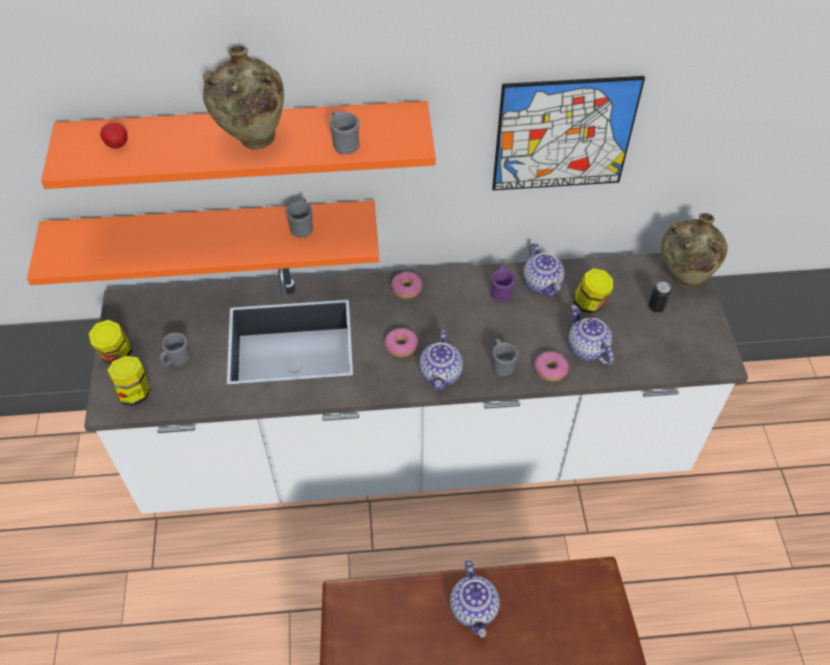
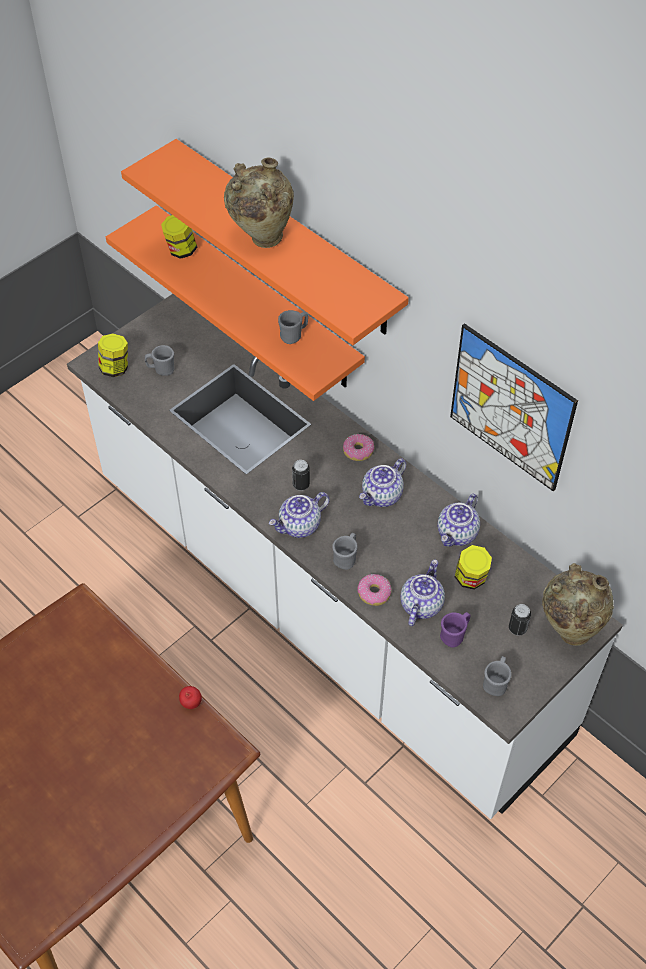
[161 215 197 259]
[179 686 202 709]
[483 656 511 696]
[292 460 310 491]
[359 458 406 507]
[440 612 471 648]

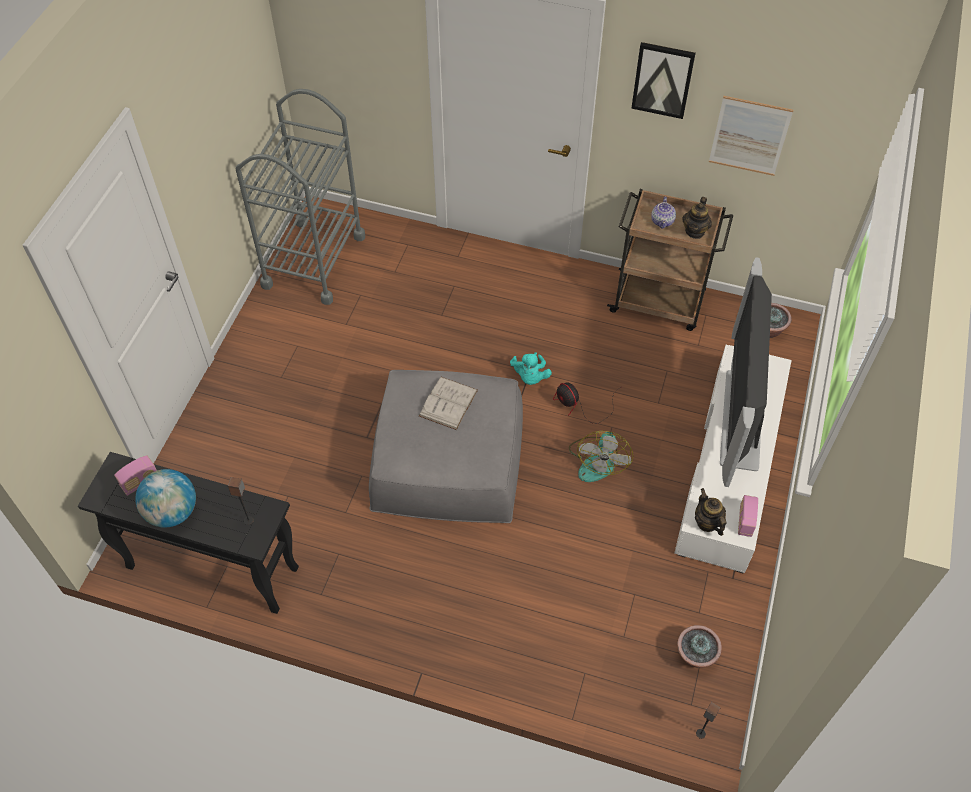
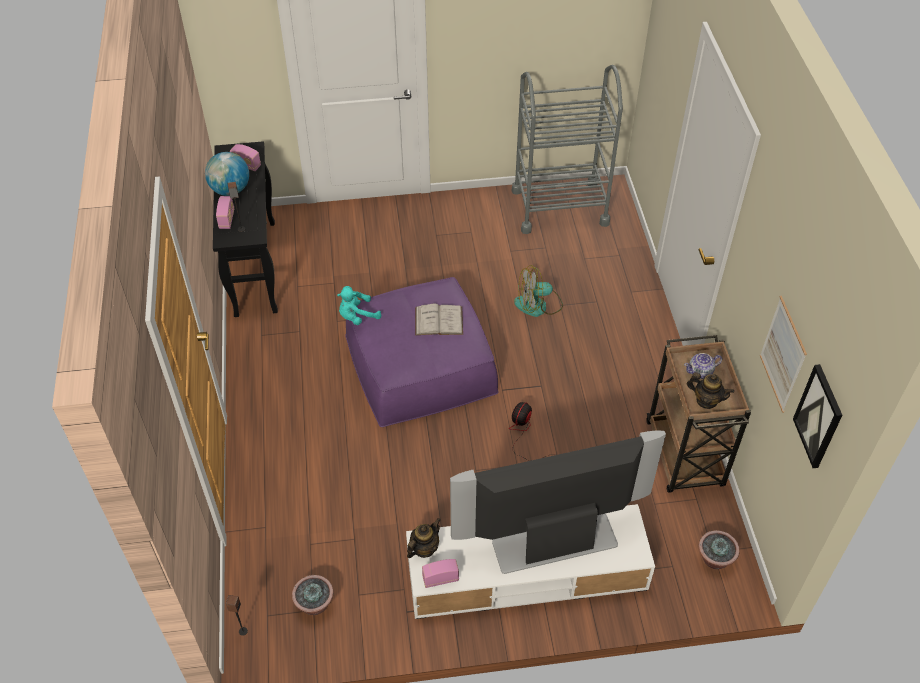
[345 277 499 427]
[337 286 381 325]
[514 265 563 317]
[793 364 842 468]
[687 372 734 409]
[216 196 234 229]

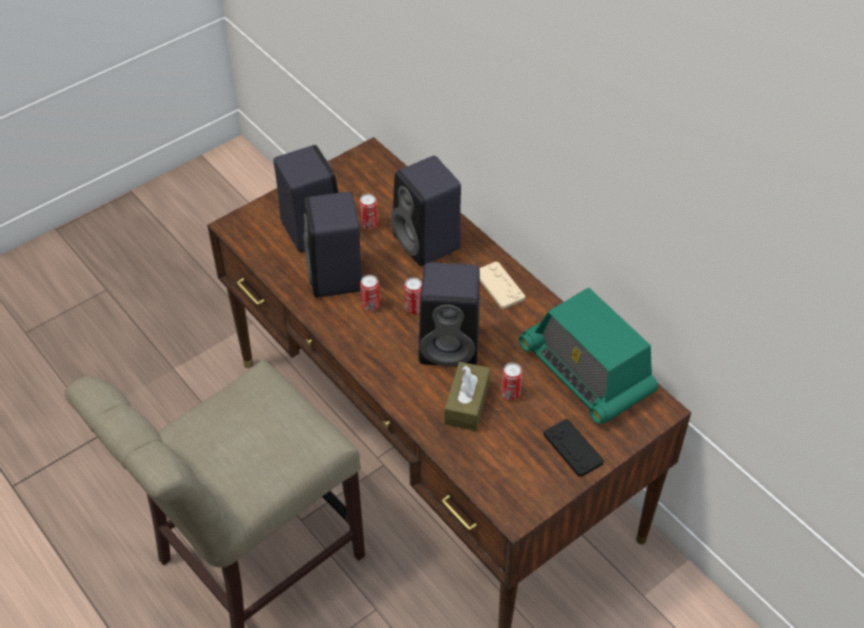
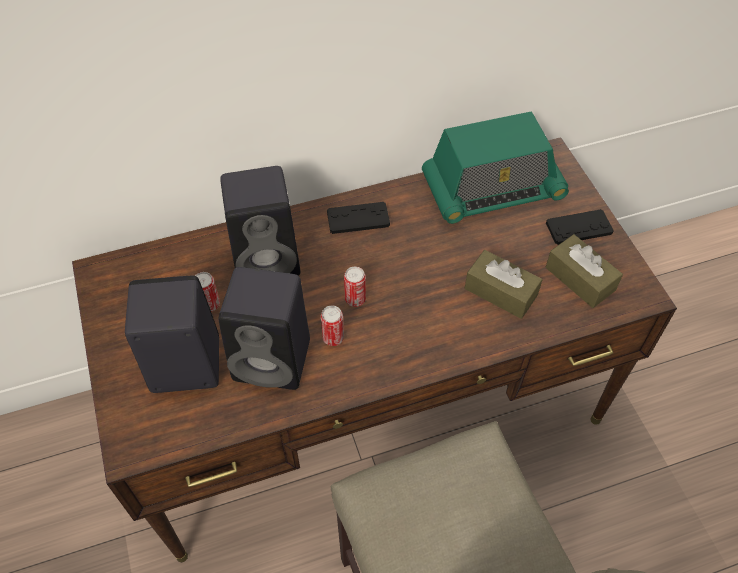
[419 262 480 366] (first image)
[327 202 390 234]
[501 363 522 400] (first image)
[546 234 623 308]

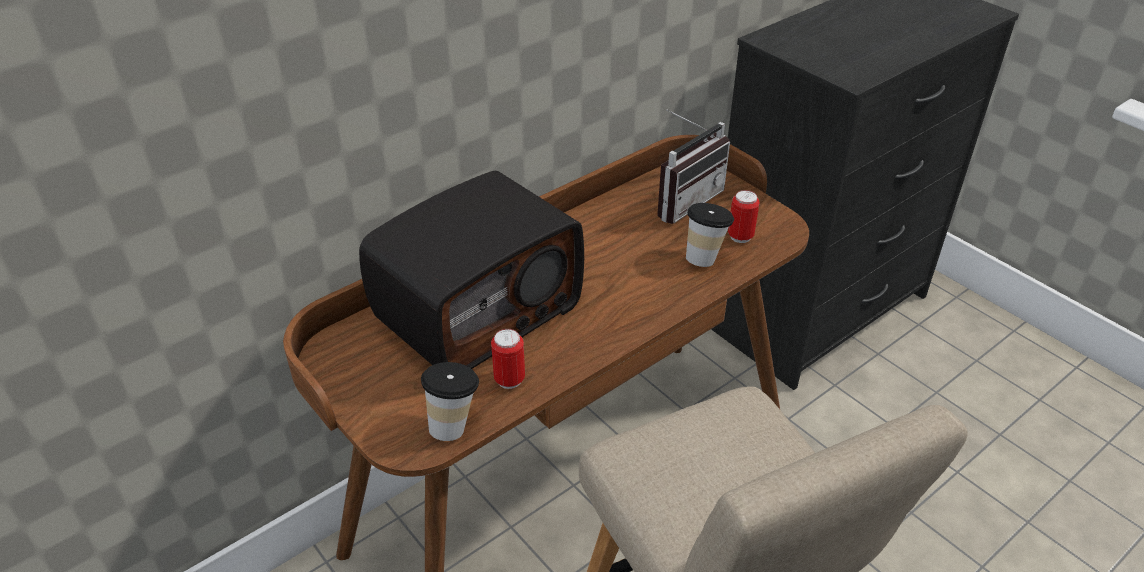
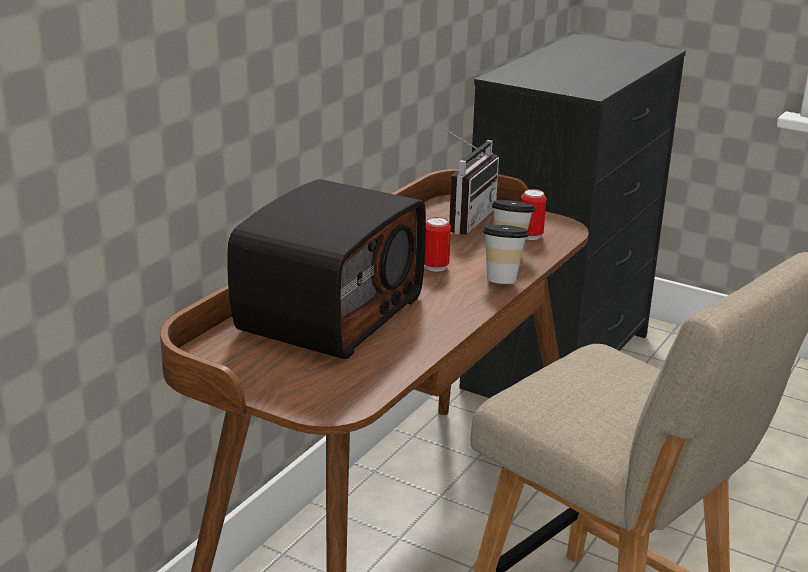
[483 225 529 284]
[424 217 451 272]

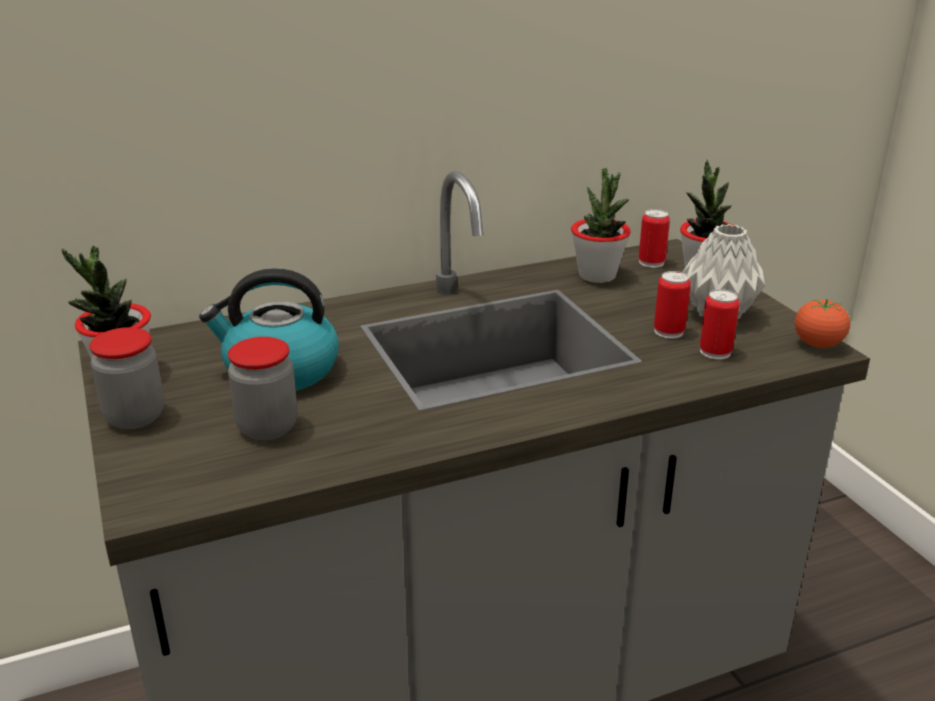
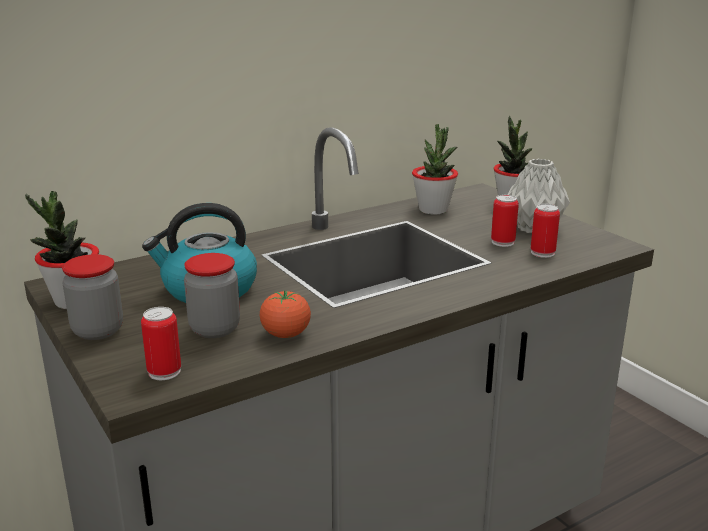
[141 307 181 380]
[260 290 311 338]

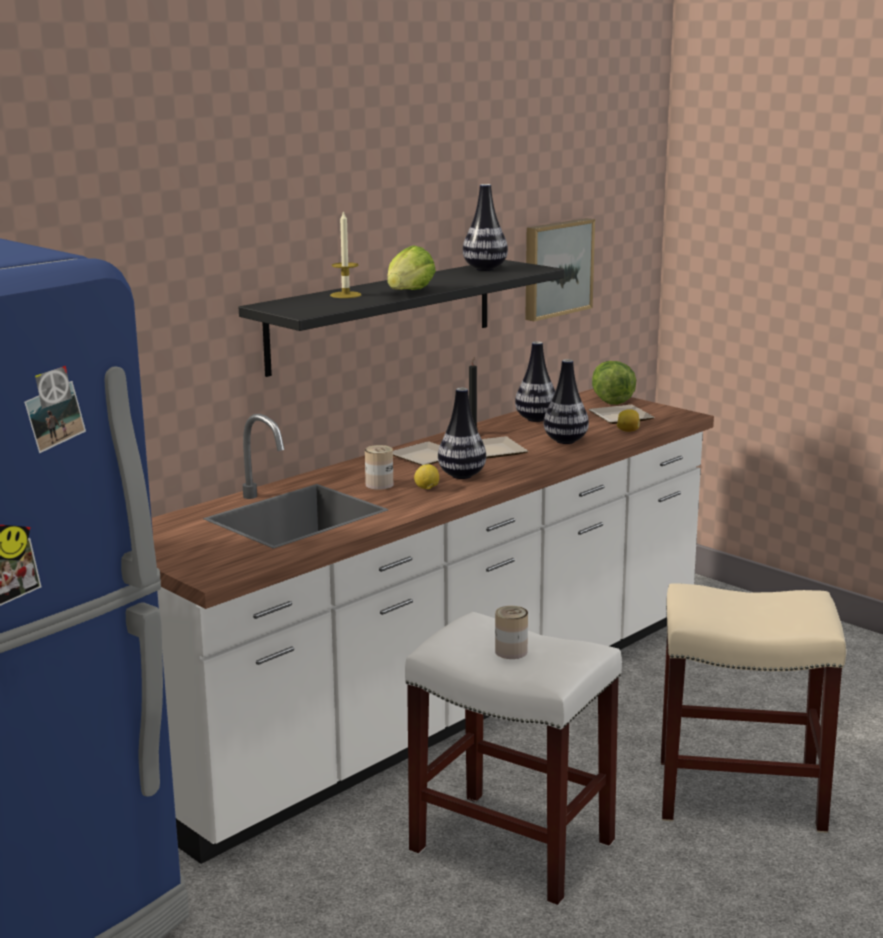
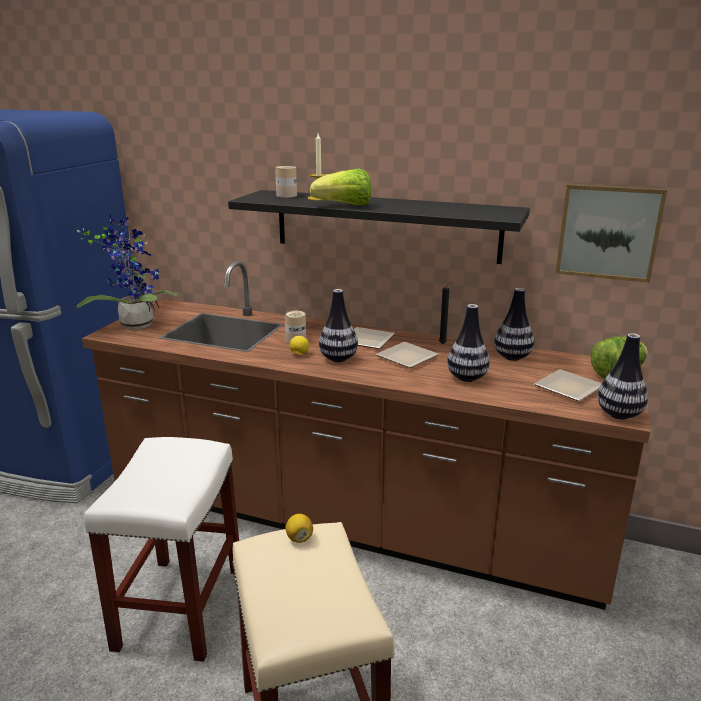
[82 261 650 610]
[597 333 648 419]
[275 166 297 198]
[286 514 313 543]
[77 213 179 330]

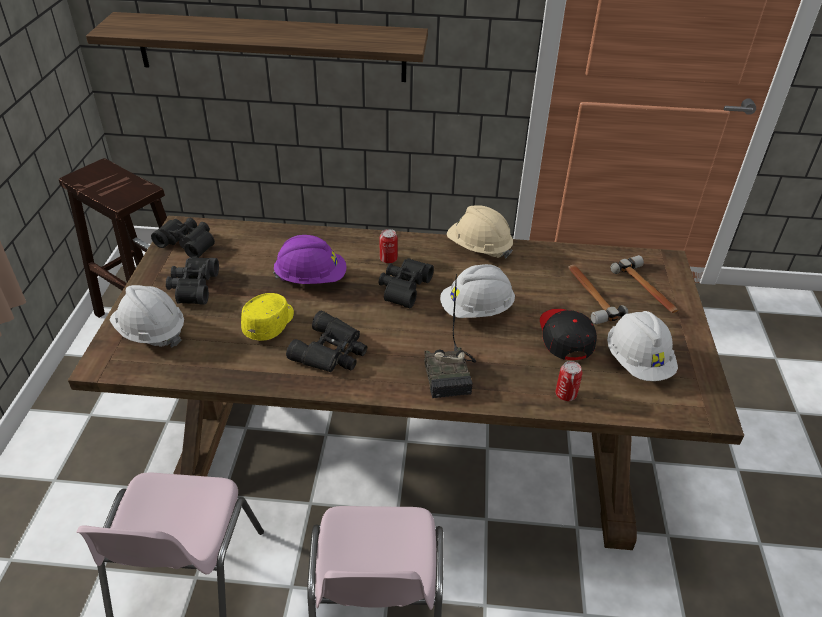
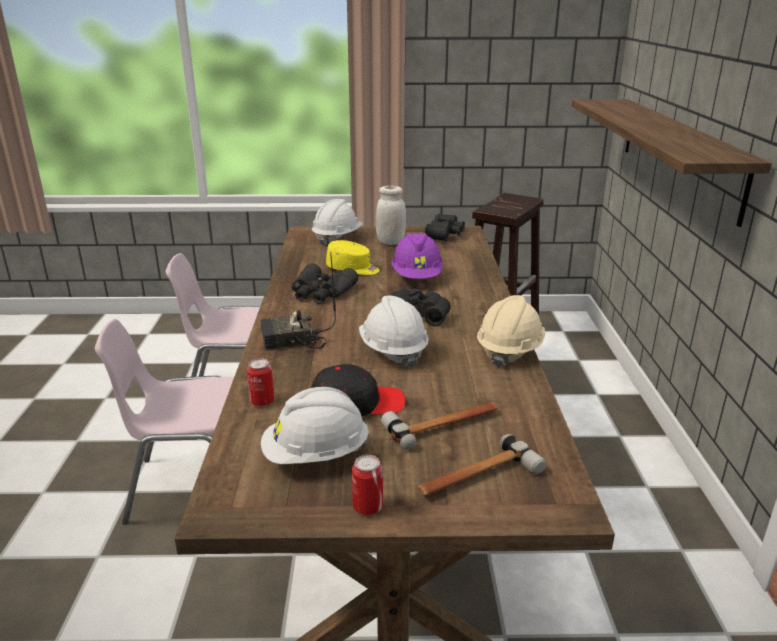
[376 186 406 245]
[352 455 383 515]

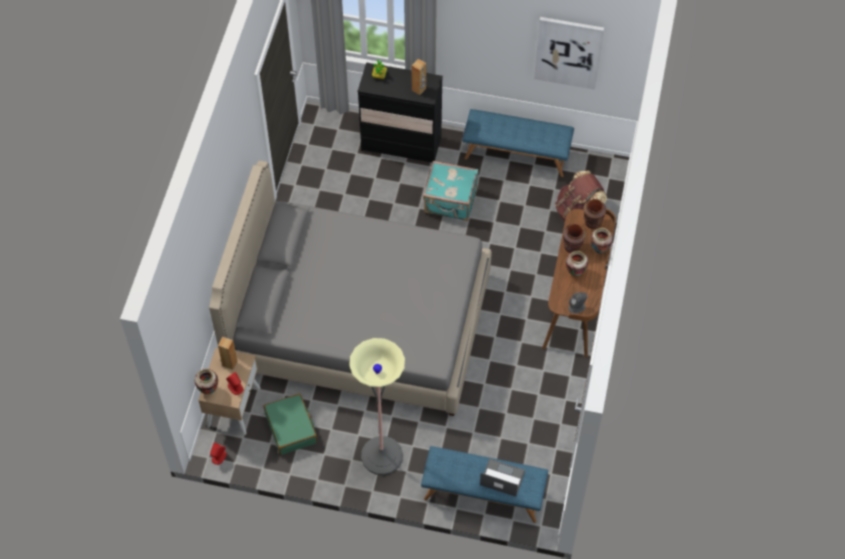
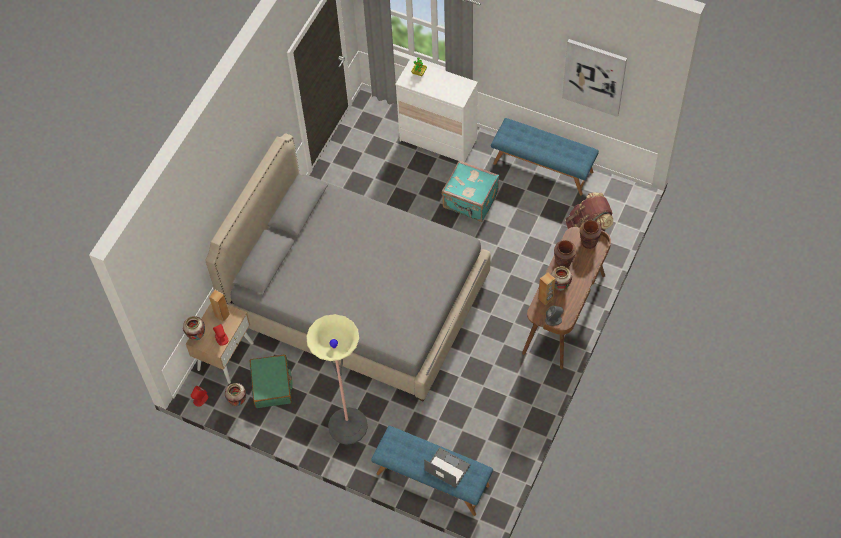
[395 59 478 162]
[538 272 555 305]
[225 383 246 406]

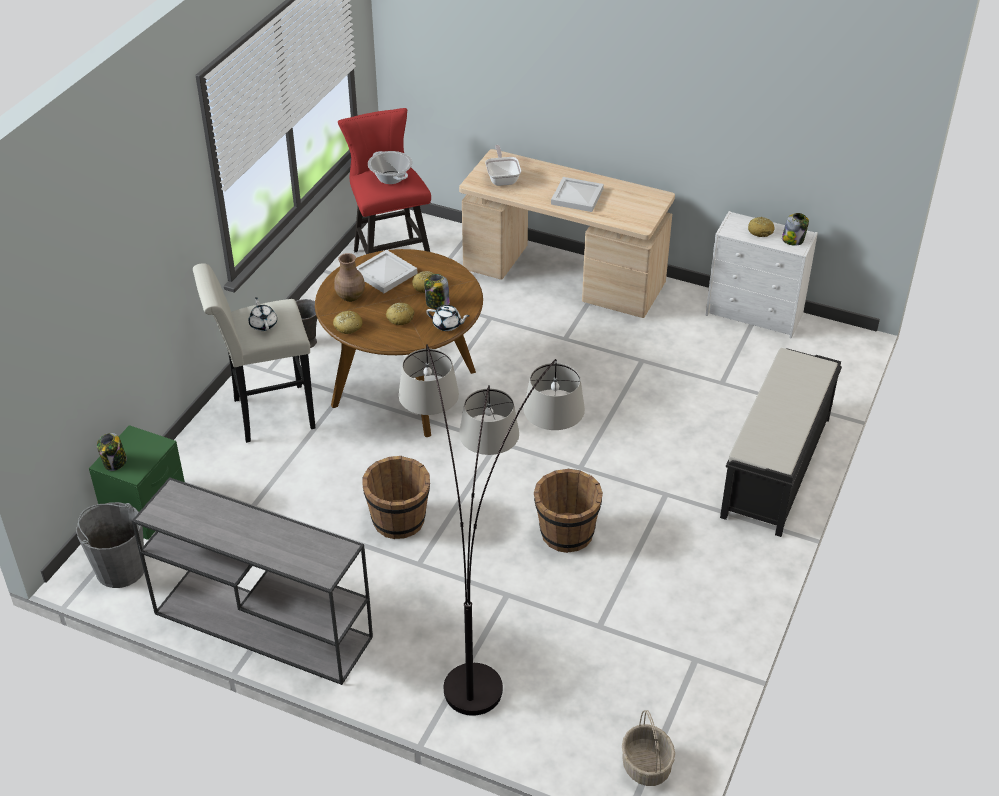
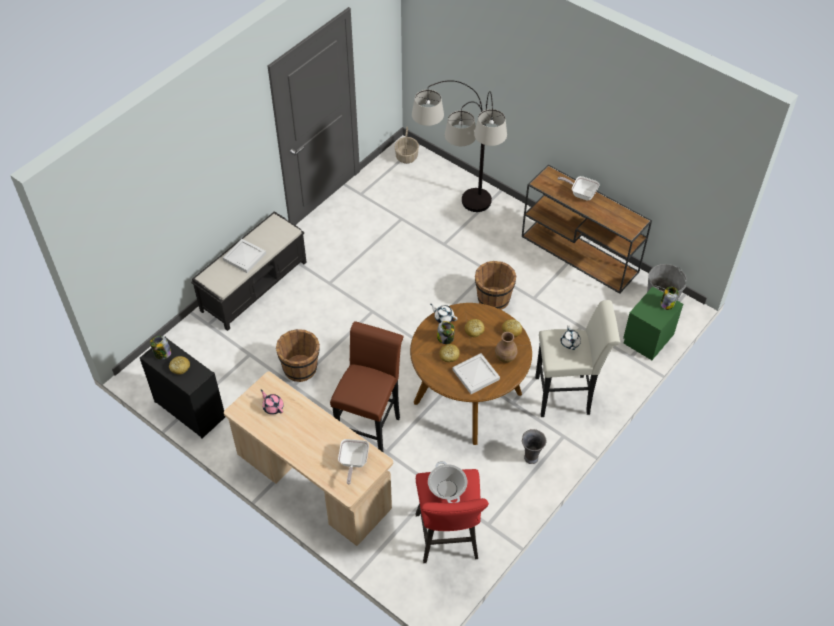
[522 165 652 294]
[276 329 320 382]
[223 239 266 273]
[140 337 225 438]
[261 390 284 415]
[330 321 404 453]
[557 176 600 201]

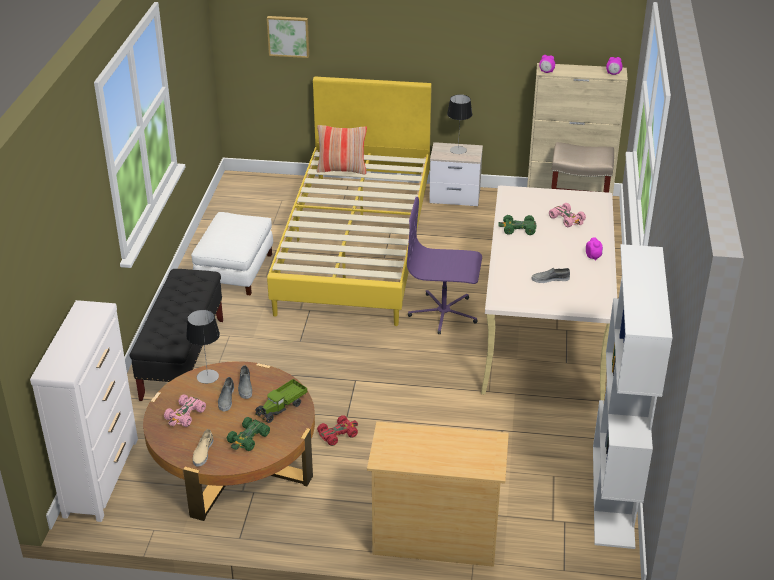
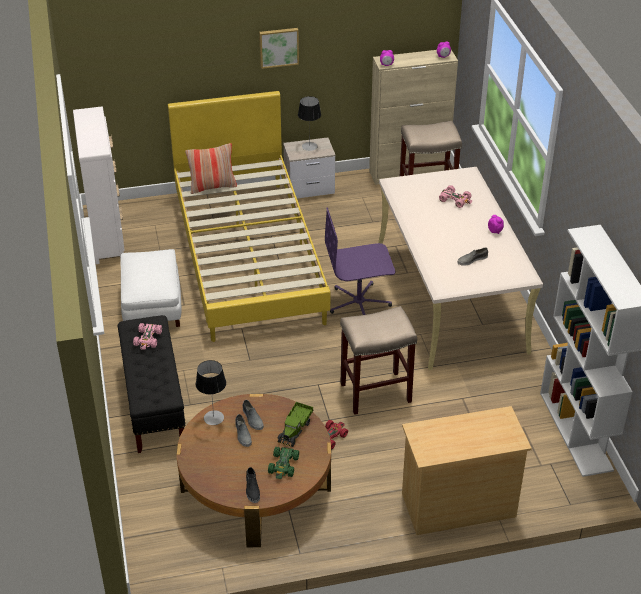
[73 107 125 264]
[133 323 162 350]
[246 467 260 503]
[259 28 299 69]
[498 215 536 235] (first image)
[340 306 417 415]

